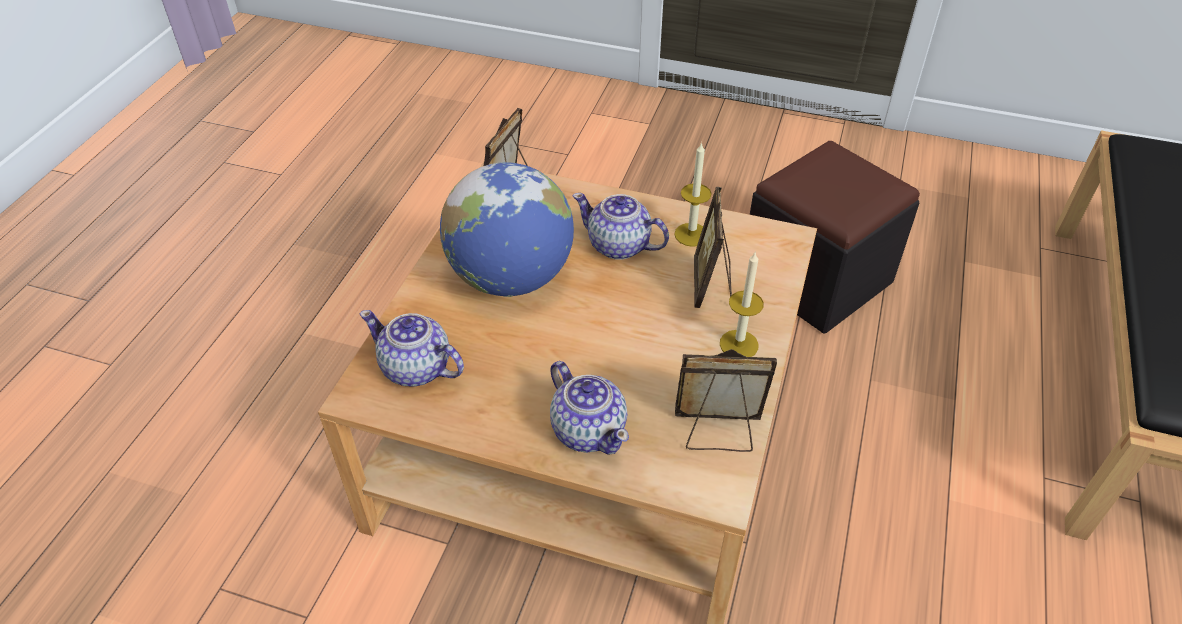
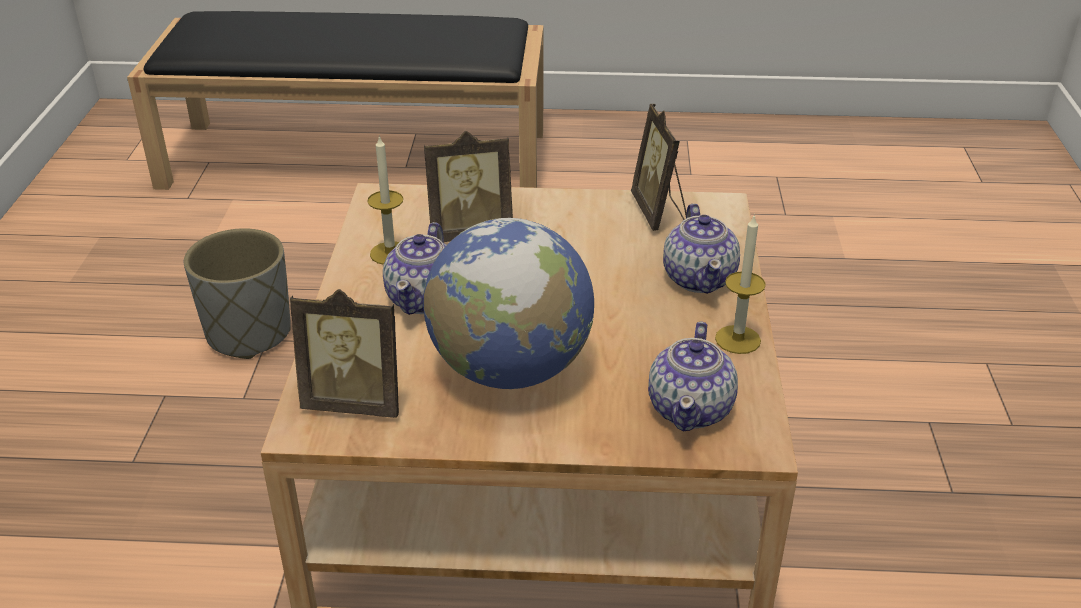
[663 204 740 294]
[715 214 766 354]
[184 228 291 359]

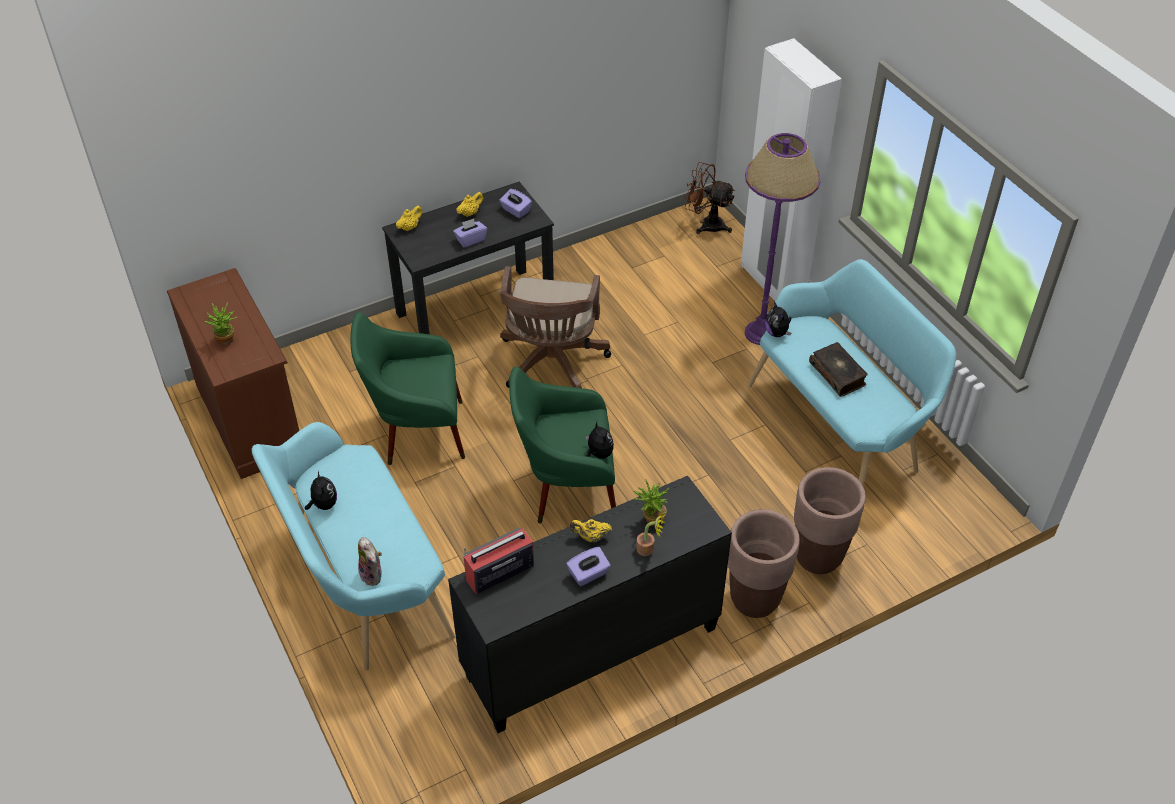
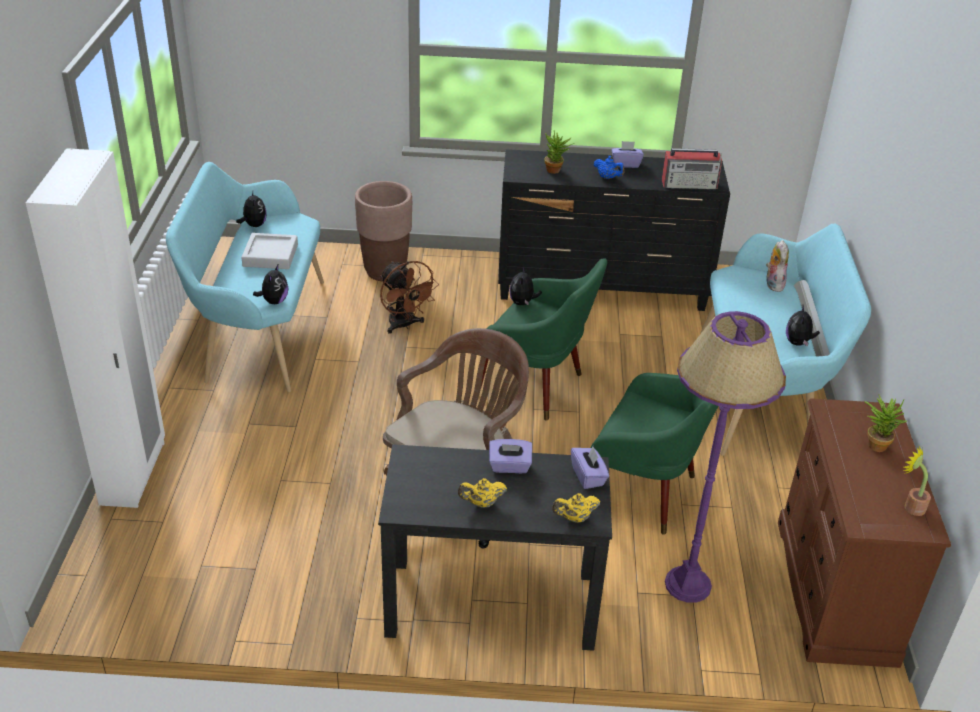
[571 446 609 489]
[593 156 625 179]
[903 446 931 516]
[380 261 439 334]
[728 509 800 618] (first image)
[665 311 786 603]
[241 233 298 269]
[236 192 267 227]

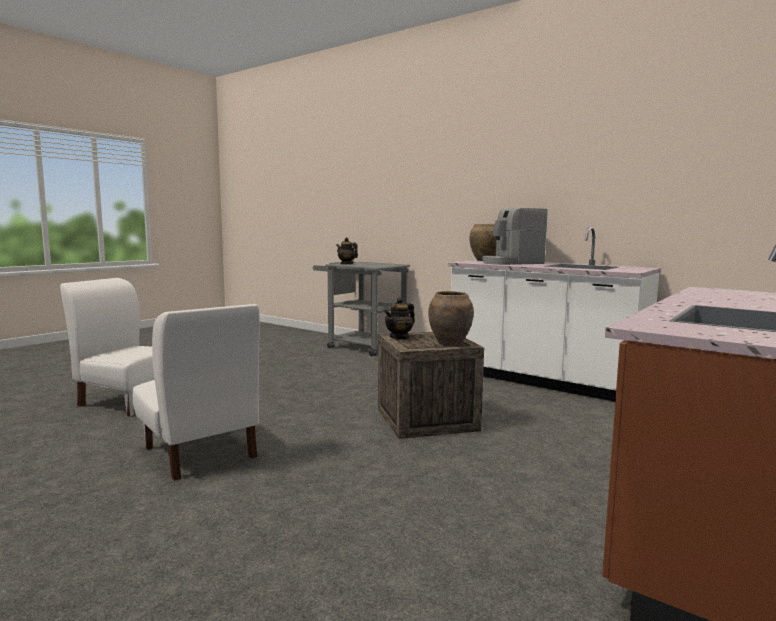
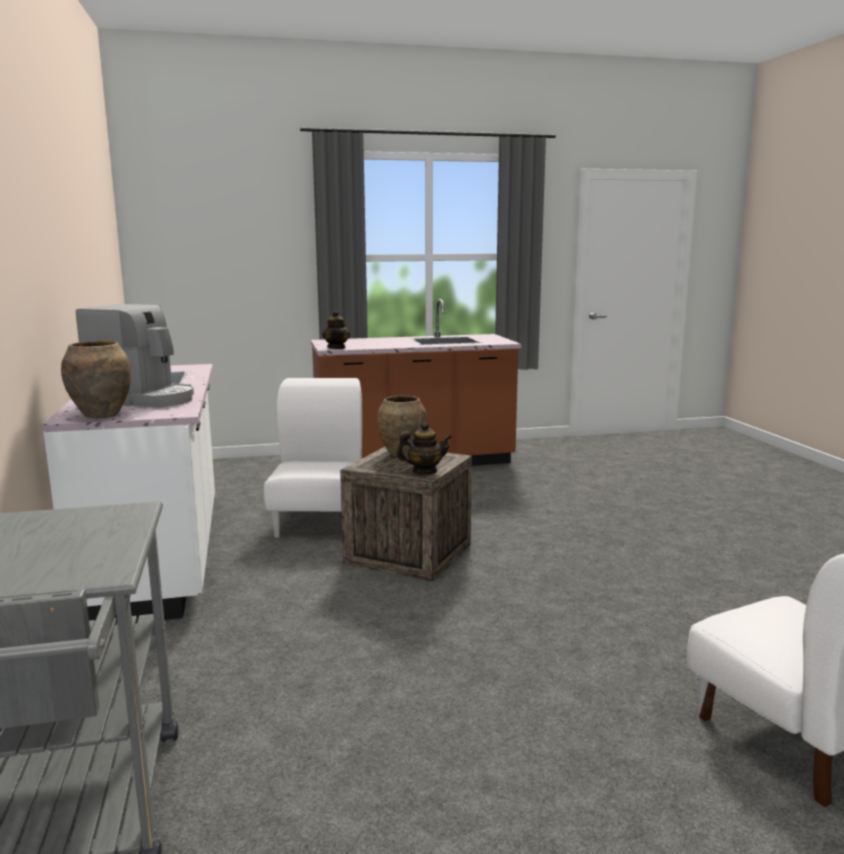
[264 378 362 538]
[322 311 350 349]

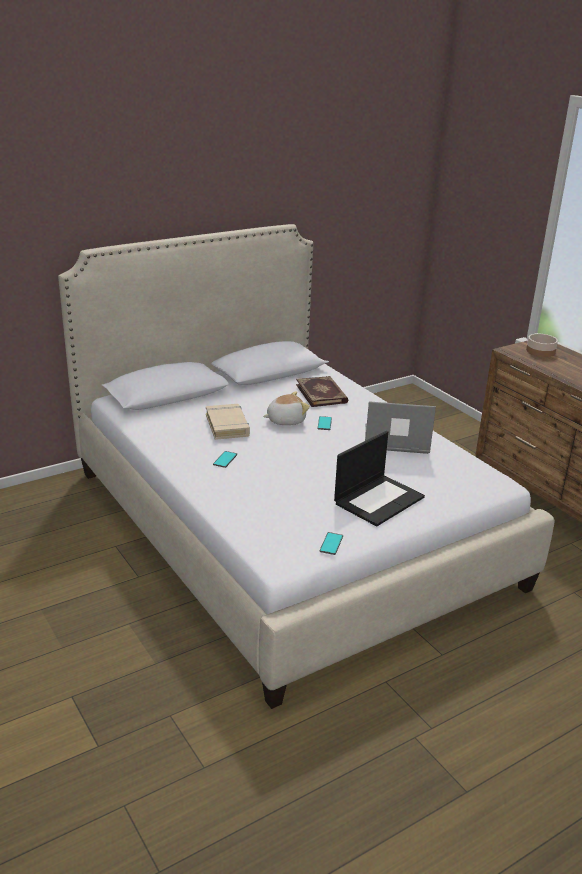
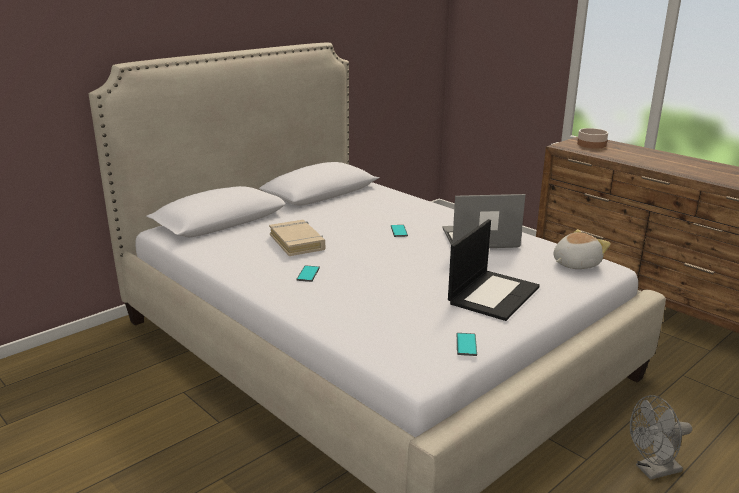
[553 229 611 269]
[296 376 348 407] (first image)
[630 395 692 480]

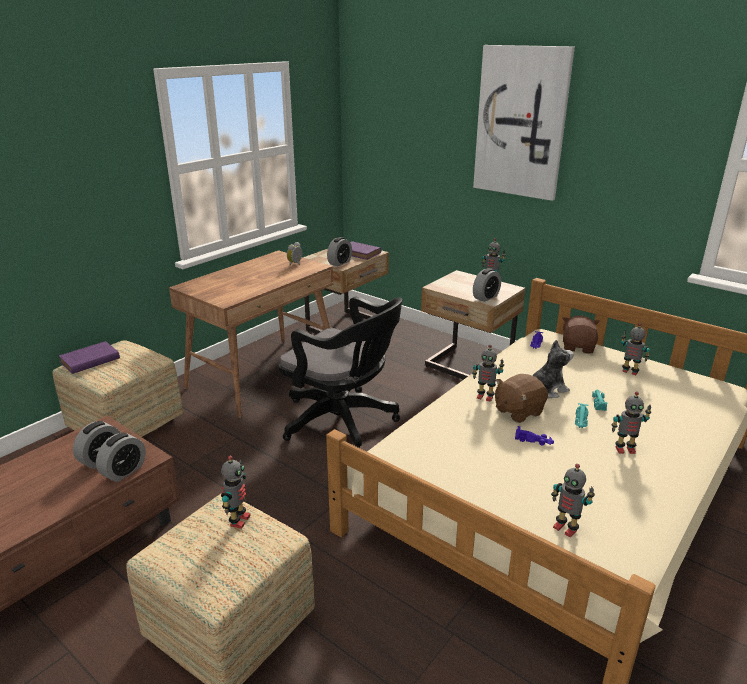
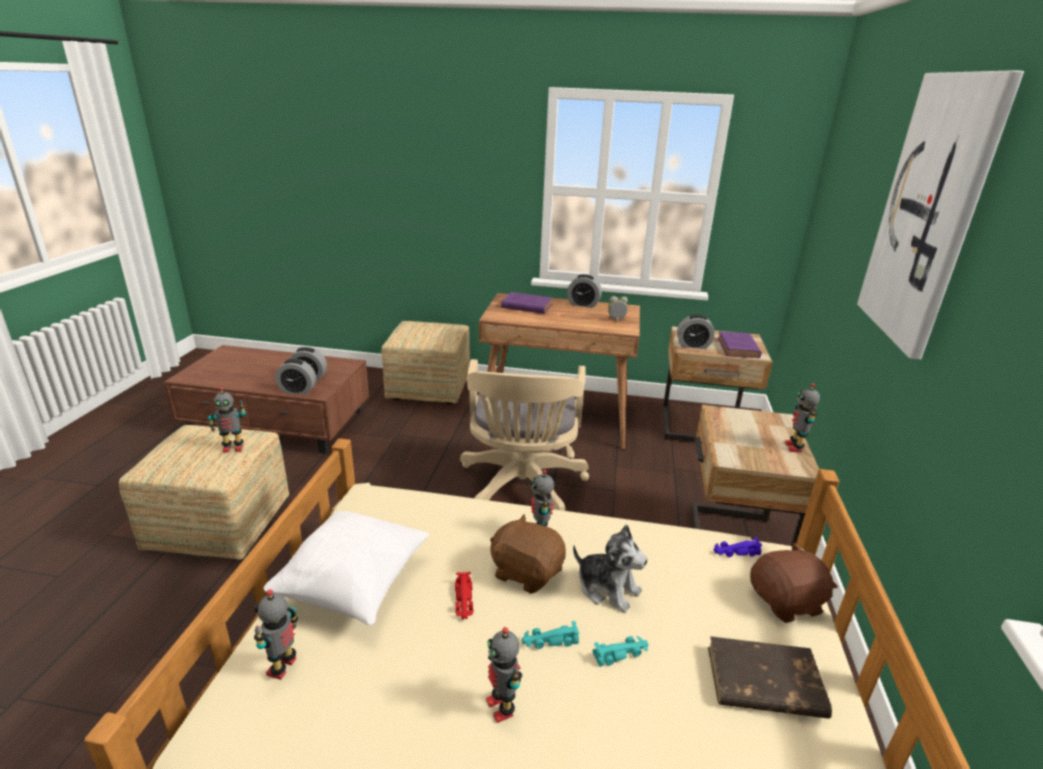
[501 292 553 314]
[460 359 589 511]
[567 274 602 308]
[455 572 474 619]
[708 636 832 719]
[263 511 429 625]

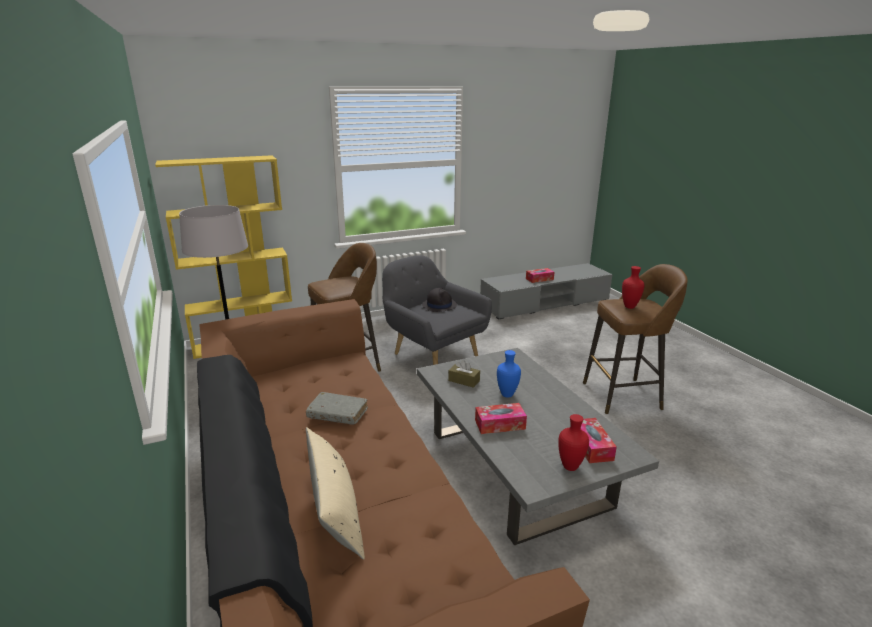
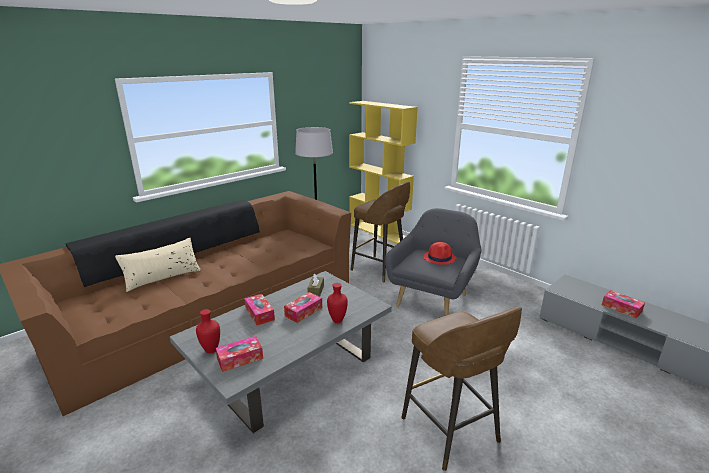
[306 392 368 425] (first image)
[424 242 456 265]
[284 292 322 323]
[327 283 348 323]

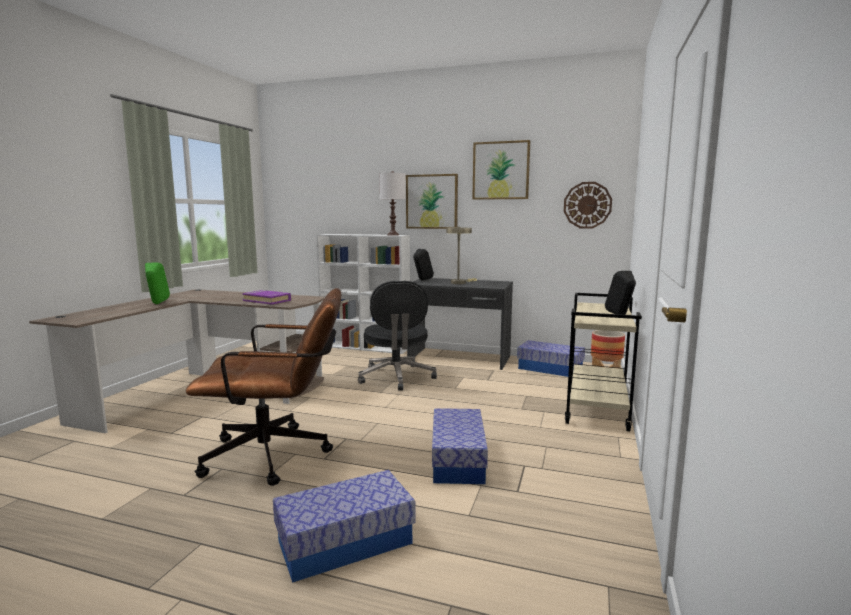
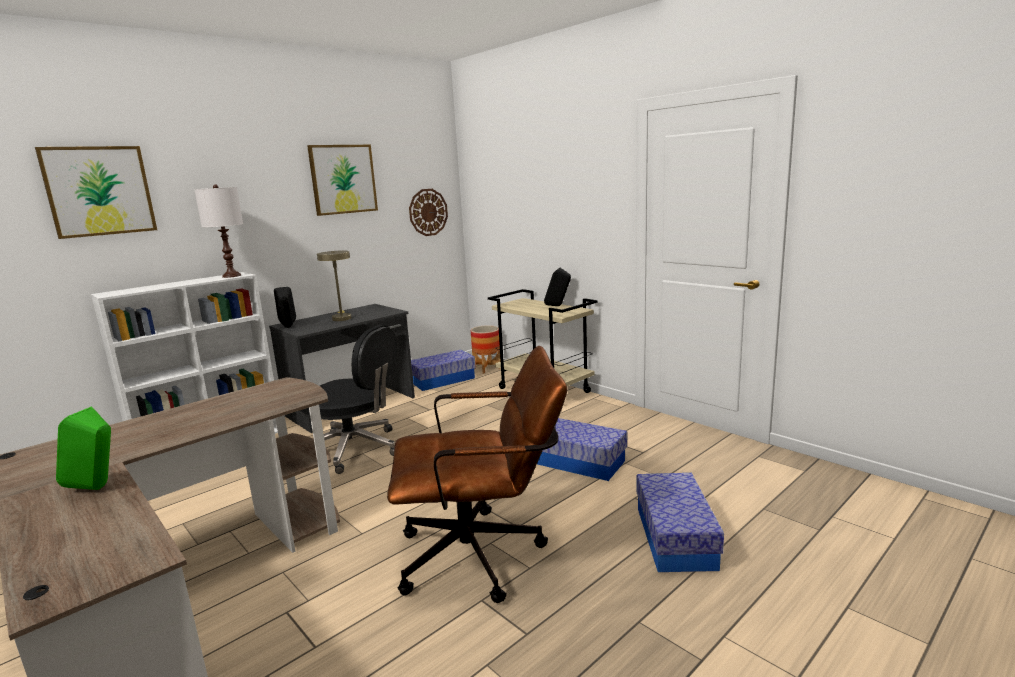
[387 346 567 603]
[242 290 291 304] (first image)
[35 146 157 239]

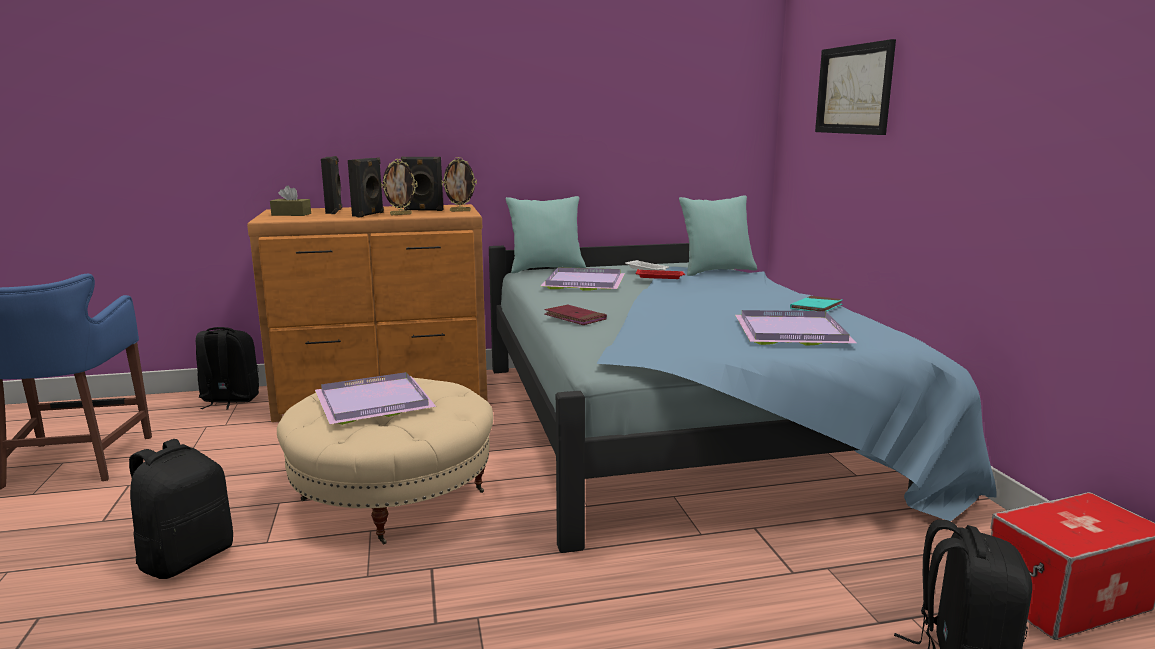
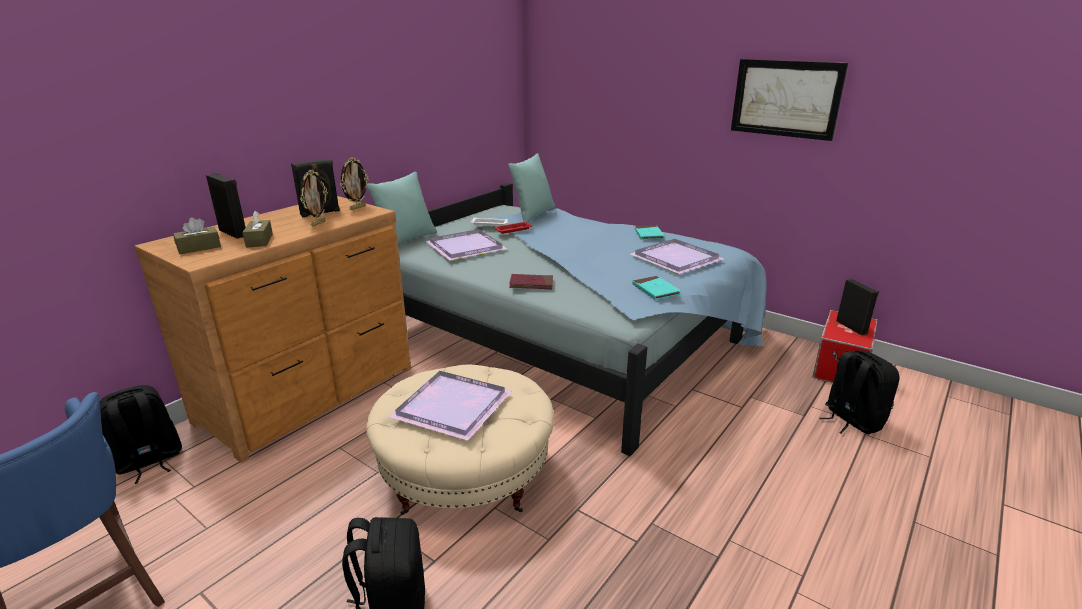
[836 278 879 335]
[731 59 848 141]
[242 211 273 247]
[633 276 681 300]

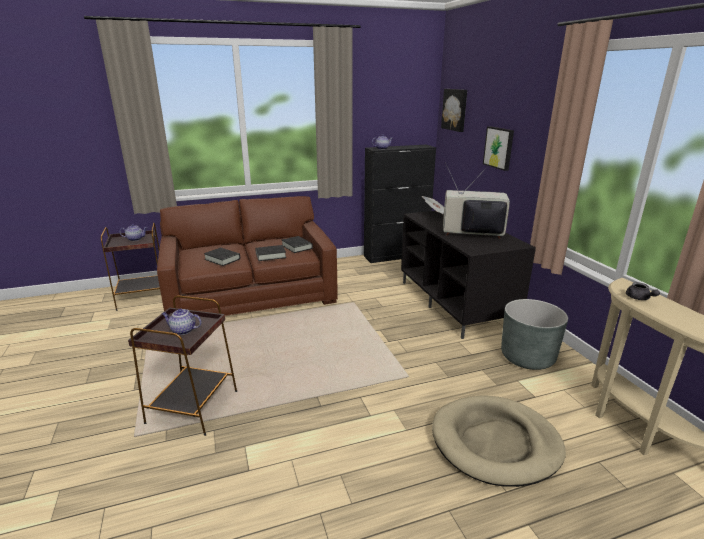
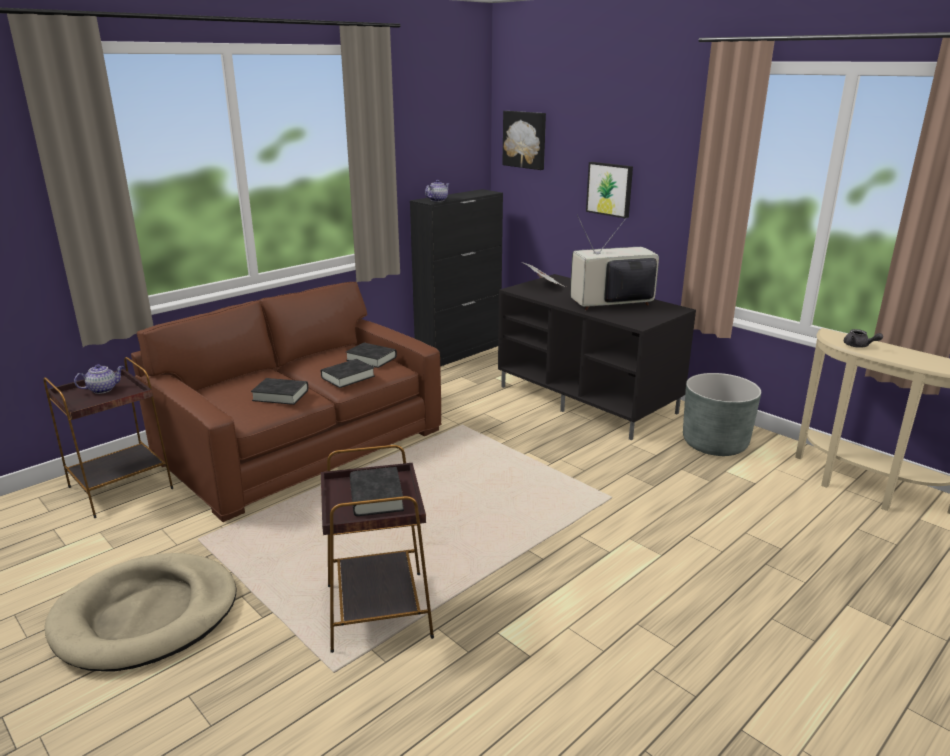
[350 467 404 516]
[45 553 236 672]

